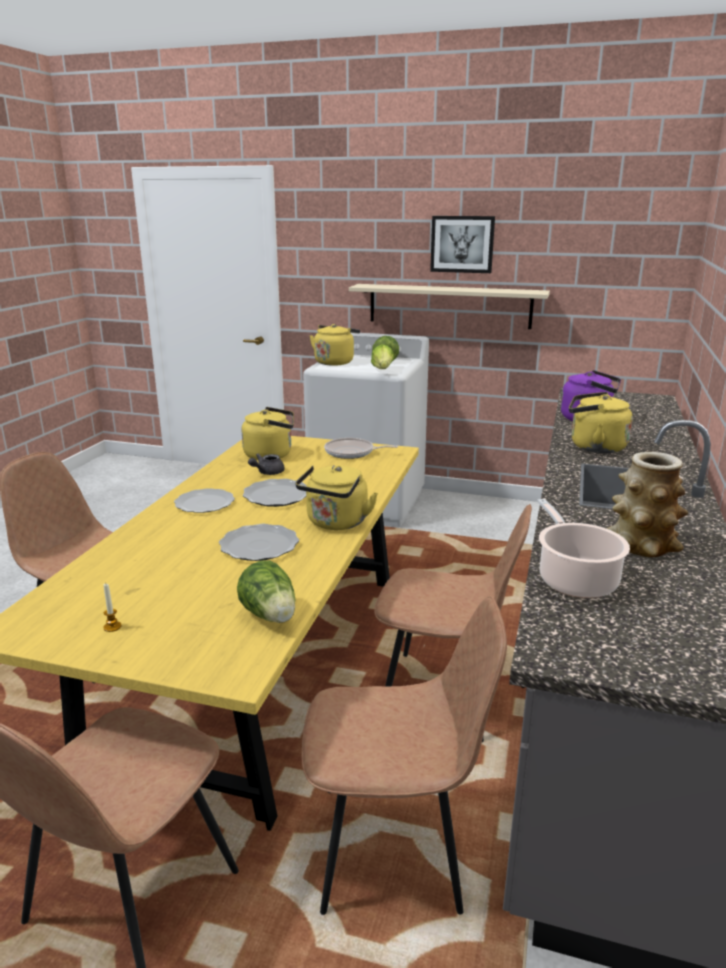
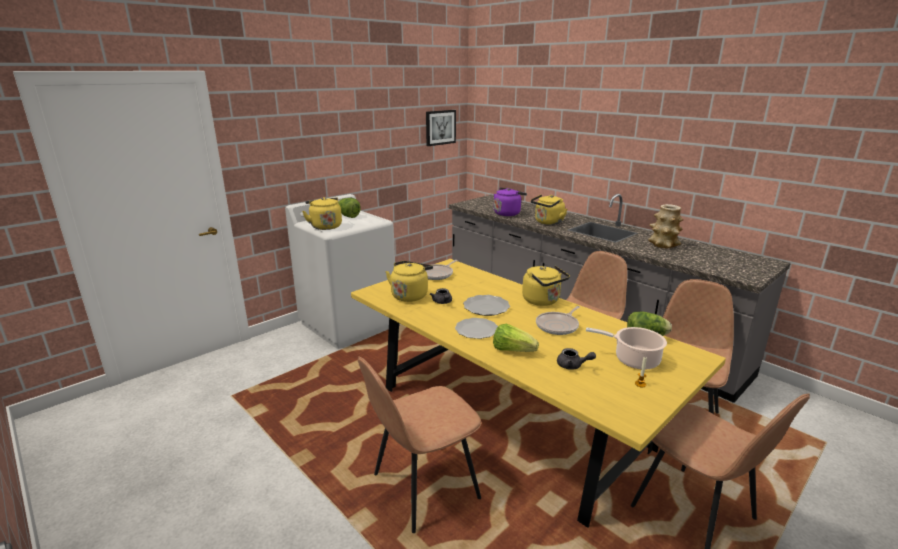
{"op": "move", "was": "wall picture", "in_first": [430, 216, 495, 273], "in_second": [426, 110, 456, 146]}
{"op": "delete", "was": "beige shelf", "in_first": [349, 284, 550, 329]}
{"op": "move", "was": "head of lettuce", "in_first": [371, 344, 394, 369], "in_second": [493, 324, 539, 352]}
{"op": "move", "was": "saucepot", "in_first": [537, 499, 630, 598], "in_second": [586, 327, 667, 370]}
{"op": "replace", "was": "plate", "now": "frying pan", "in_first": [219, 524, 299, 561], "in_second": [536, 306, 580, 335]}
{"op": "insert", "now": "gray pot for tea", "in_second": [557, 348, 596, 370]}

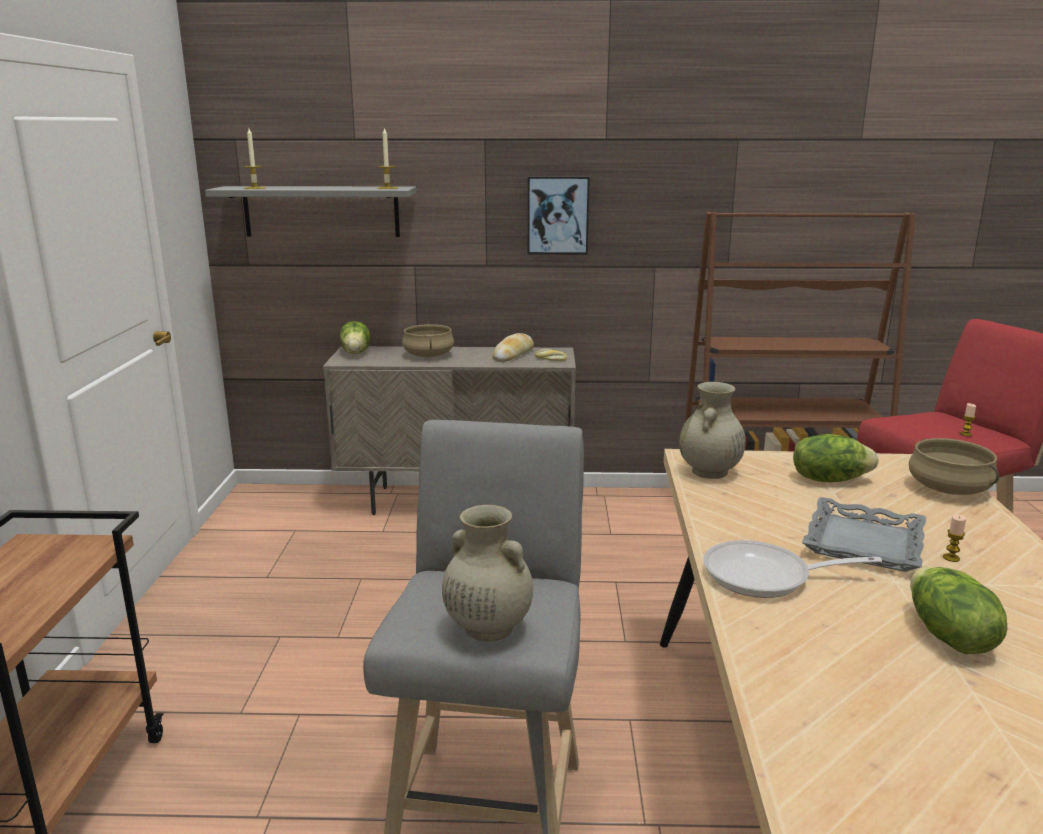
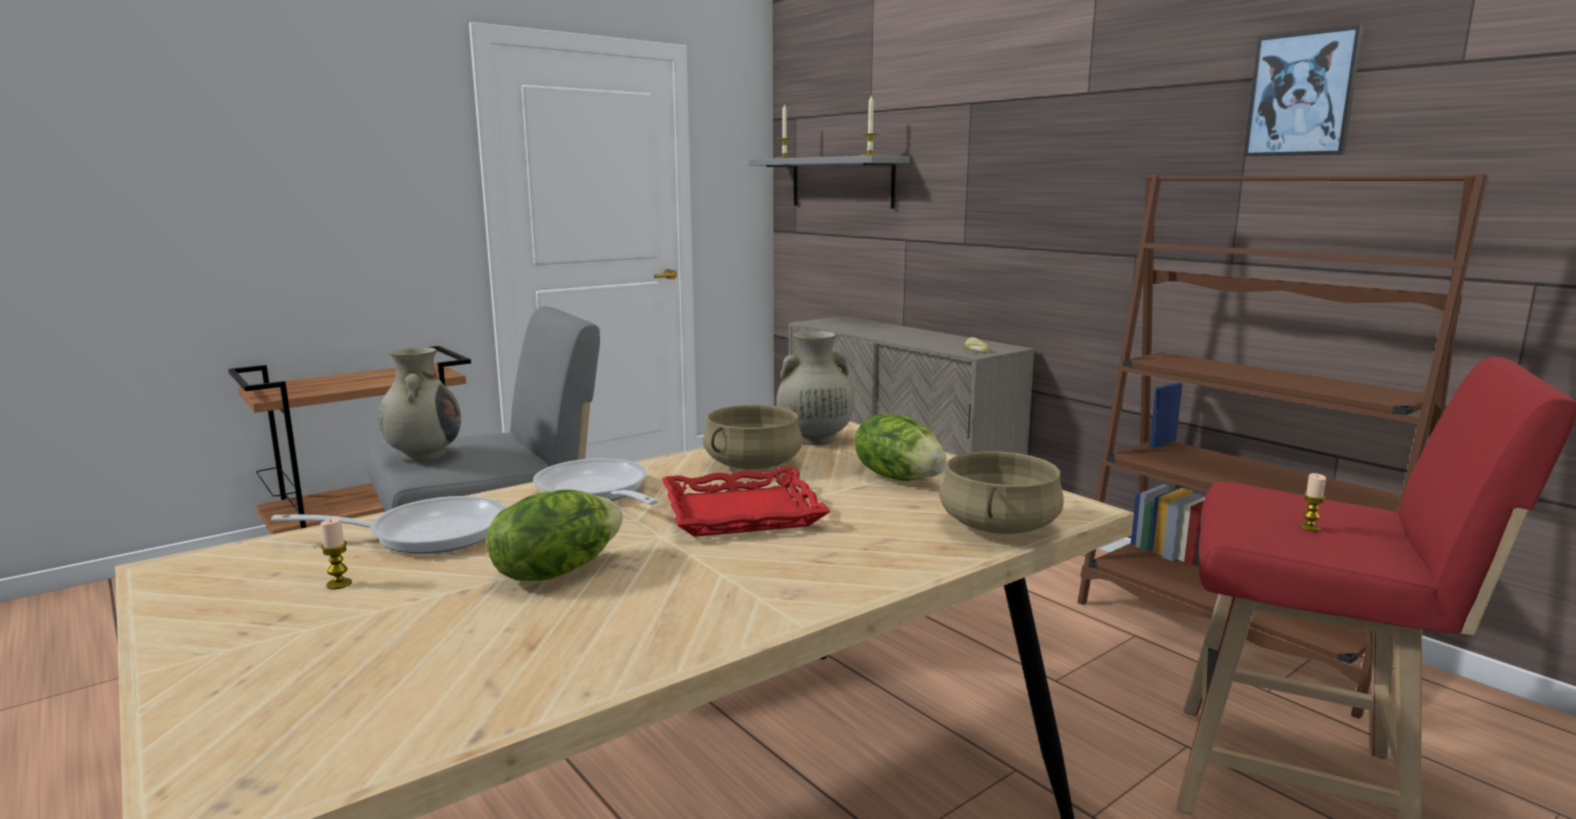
{"op": "move", "was": "wall picture", "in_first": [528, 176, 590, 255], "in_second": [1244, 25, 1363, 156]}
{"op": "delete", "was": "head of lettuce", "in_first": [340, 321, 370, 354]}
{"op": "move", "was": "beige saucepot", "in_first": [402, 324, 454, 357], "in_second": [703, 405, 803, 469]}
{"op": "delete", "was": "bread", "in_first": [492, 333, 534, 362]}
{"op": "recolor", "was": "gray serving tray", "now": "red serving tray", "in_first": [802, 497, 926, 572], "in_second": [662, 467, 831, 537]}
{"op": "move", "was": "wax candle", "in_first": [943, 514, 966, 562], "in_second": [320, 518, 352, 589]}
{"op": "insert", "now": "frying pan", "in_second": [271, 496, 506, 554]}

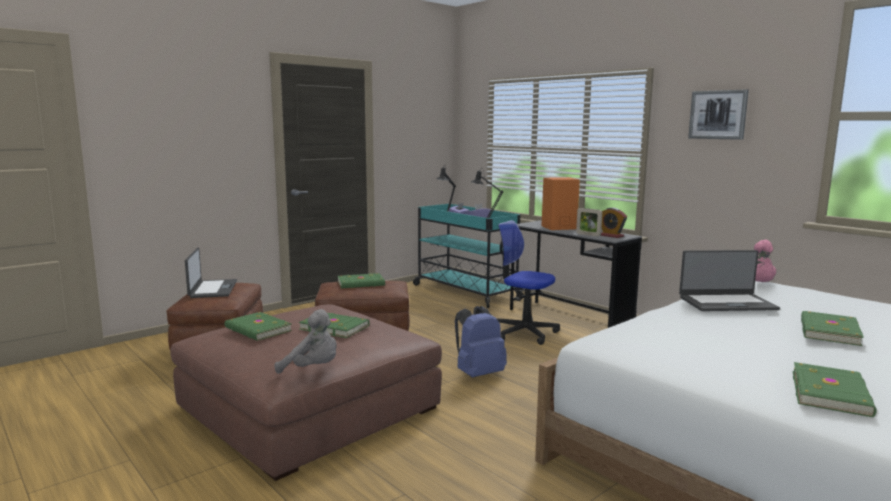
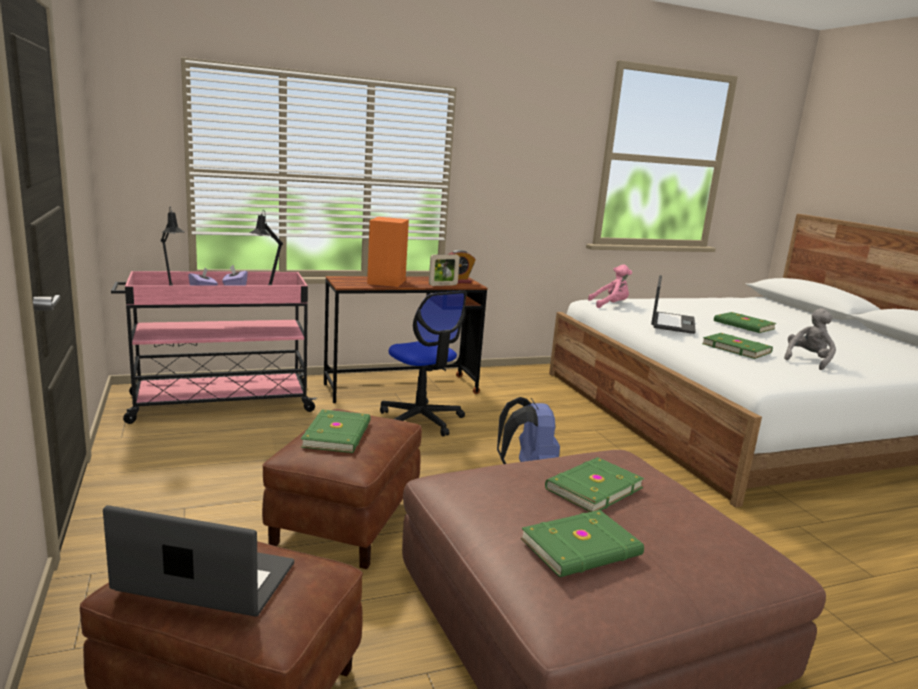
{"op": "delete", "was": "wall picture", "in_first": [688, 89, 749, 140]}
{"op": "recolor", "was": "blue-green trolley", "now": "pinkish trolley", "in_first": [413, 204, 525, 308], "in_second": [111, 271, 317, 424]}
{"op": "rotate", "was": "computer chair", "in_first": [497, 220, 560, 345], "in_second": [380, 291, 467, 436], "clockwise": -90}
{"op": "recolor", "was": "gray desk", "now": "brownish desk", "in_first": [510, 220, 642, 328], "in_second": [324, 276, 487, 403]}
{"op": "move", "was": "gray soft toy", "in_first": [275, 309, 337, 374], "in_second": [784, 308, 836, 370]}
{"op": "move", "was": "greenish book", "in_first": [793, 362, 877, 417], "in_second": [702, 333, 773, 359]}

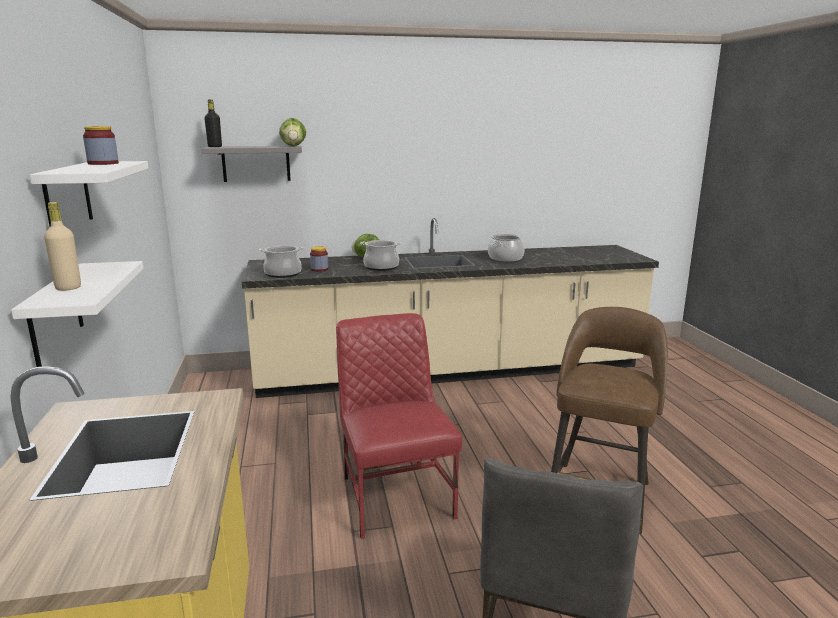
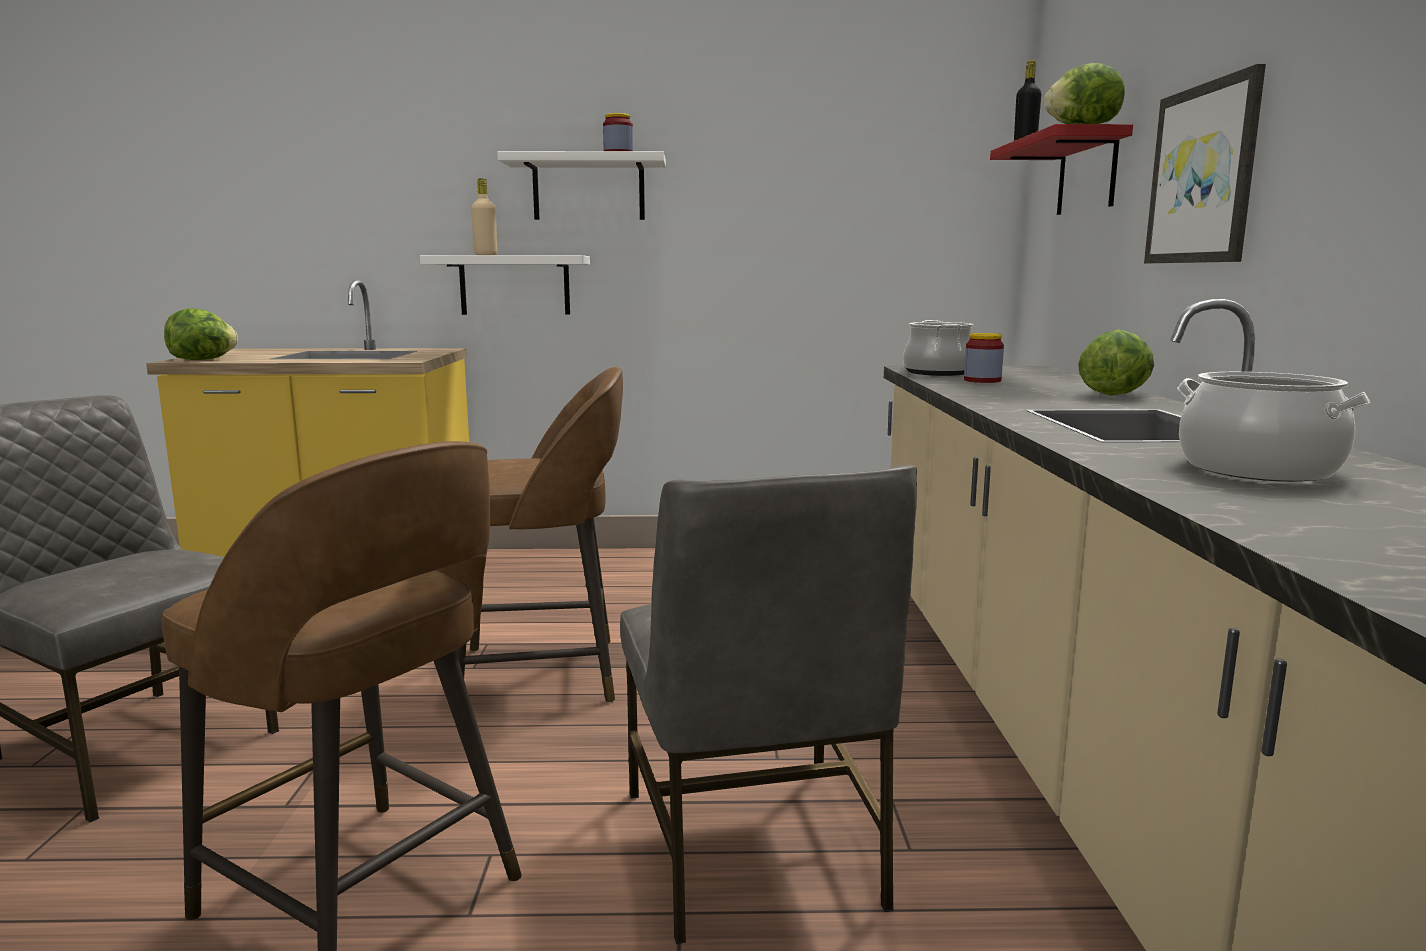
{"op": "recolor", "was": "gray shelf", "now": "red shelf", "in_first": [202, 146, 302, 182], "in_second": [990, 124, 1133, 215]}
{"op": "delete", "was": "saucepot", "in_first": [360, 240, 402, 271]}
{"op": "replace", "was": "red upright chair", "now": "brownish sitting stool", "in_first": [336, 313, 462, 539], "in_second": [456, 367, 623, 703]}
{"op": "insert", "now": "wall picture", "in_second": [1144, 64, 1266, 263]}
{"op": "insert", "now": "head of lettuce", "in_second": [164, 308, 238, 360]}
{"op": "insert", "now": "gray upright chair", "in_second": [620, 465, 917, 944]}

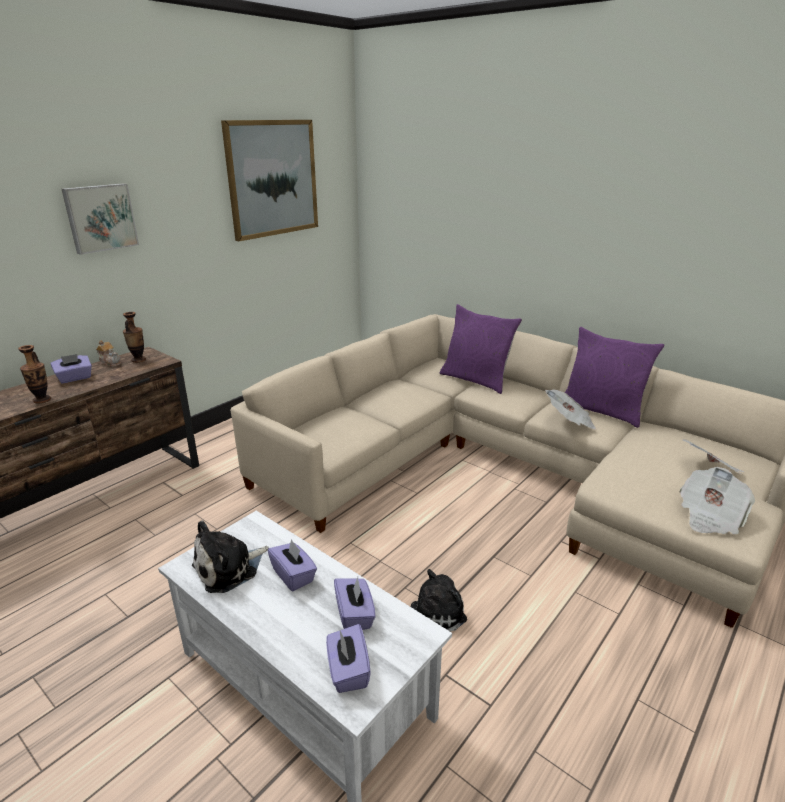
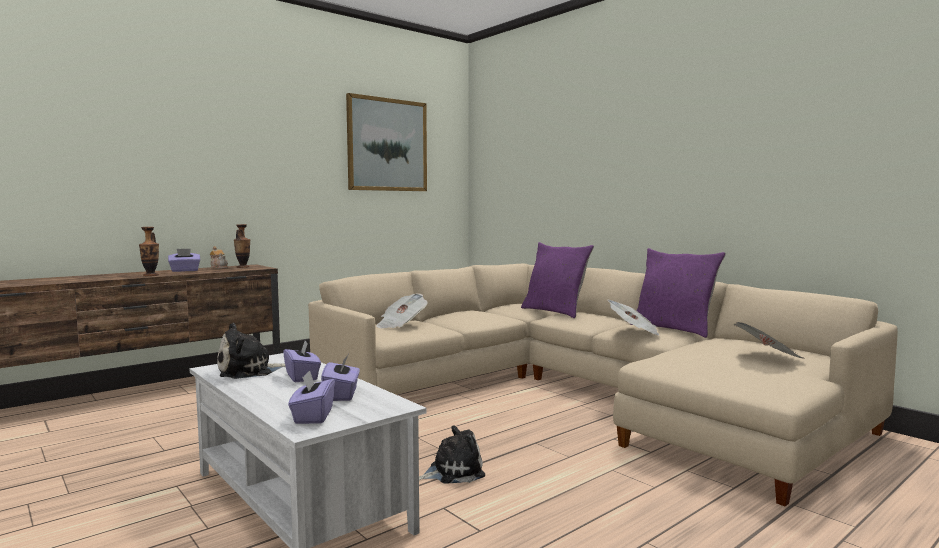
{"op": "delete", "was": "wall picture", "in_first": [62, 183, 139, 255]}
{"op": "move", "was": "printed paper", "in_first": [679, 467, 755, 535], "in_second": [376, 293, 428, 328]}

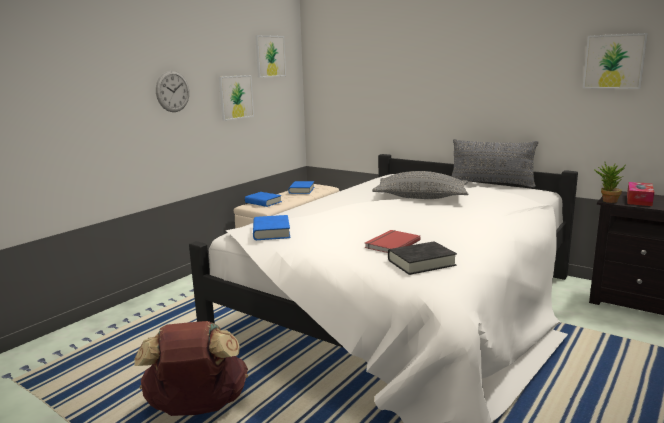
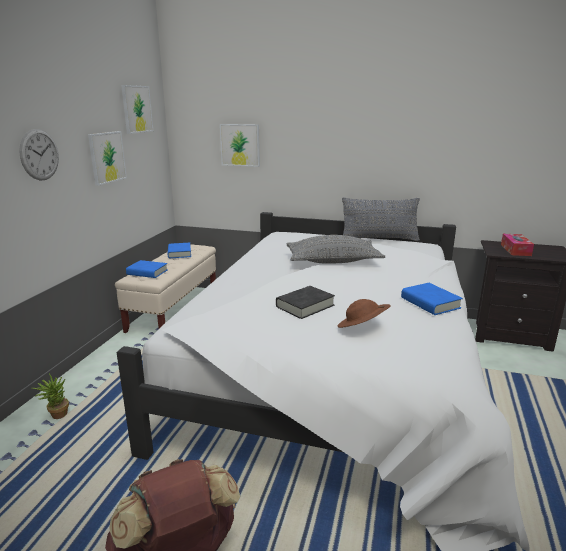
{"op": "move", "was": "wall picture", "in_first": [583, 33, 648, 89], "in_second": [220, 124, 260, 167]}
{"op": "move", "was": "potted plant", "in_first": [594, 161, 625, 203], "in_second": [32, 373, 69, 419]}
{"op": "move", "was": "blue-coloured book", "in_first": [253, 215, 290, 240], "in_second": [401, 283, 463, 315]}
{"op": "replace", "was": "red book", "now": "brownish wearable hat", "in_first": [365, 230, 421, 253], "in_second": [338, 299, 391, 328]}
{"op": "move", "was": "black book", "in_first": [388, 241, 457, 275], "in_second": [276, 286, 335, 319]}

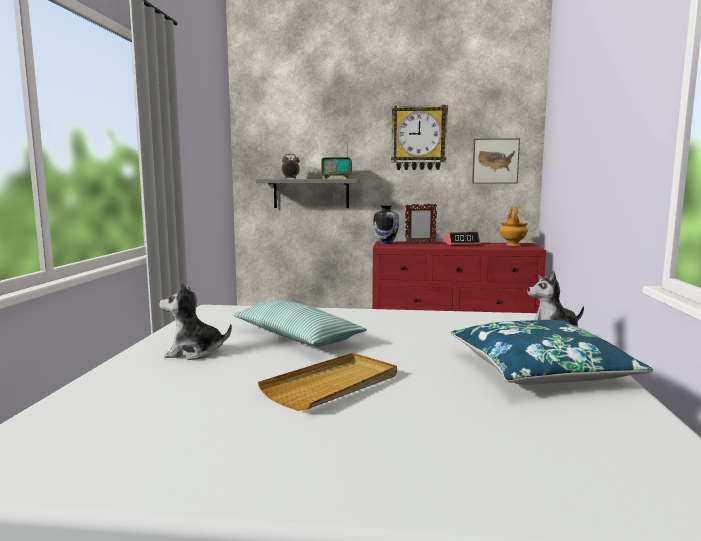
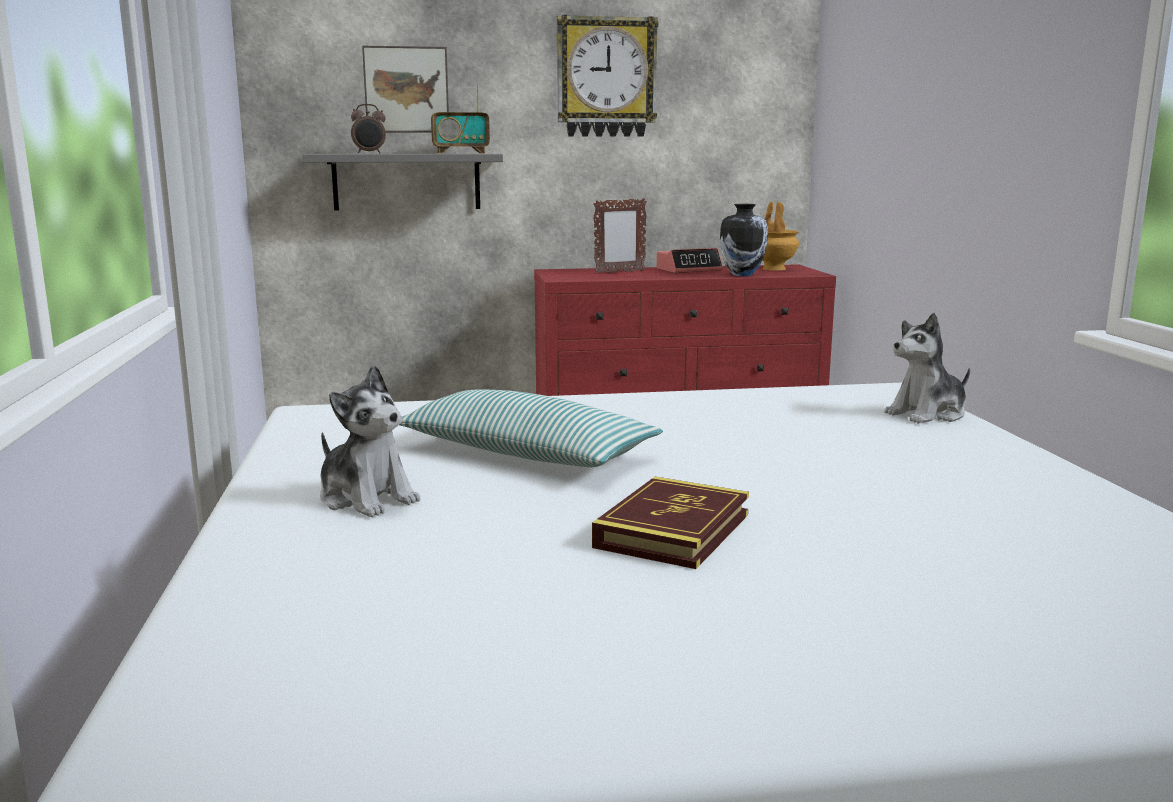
{"op": "move", "was": "wall picture", "in_first": [472, 138, 520, 184], "in_second": [362, 46, 449, 132]}
{"op": "move", "was": "vase", "in_first": [373, 205, 399, 244], "in_second": [720, 204, 768, 276]}
{"op": "rotate", "was": "soft toy", "in_first": [159, 283, 232, 360], "in_second": [320, 365, 421, 517], "clockwise": -120}
{"op": "delete", "was": "blue-coloured pillow", "in_first": [451, 320, 653, 385]}
{"op": "replace", "was": "beige serving tray", "now": "book", "in_first": [258, 353, 397, 411], "in_second": [592, 477, 749, 569]}

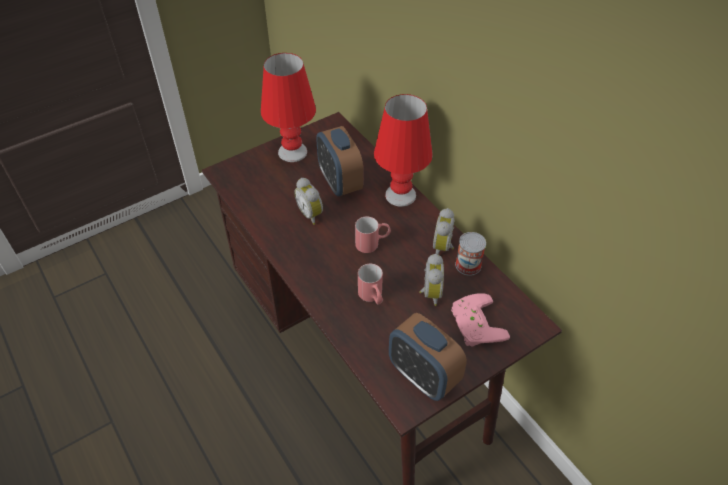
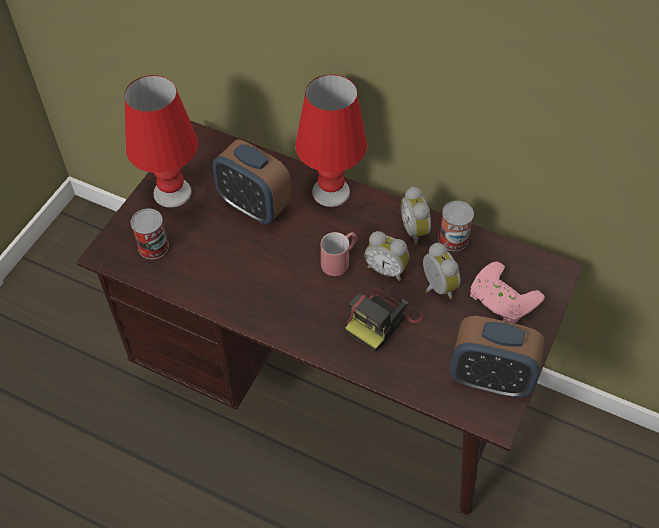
{"op": "move", "was": "alarm clock", "in_first": [294, 178, 323, 225], "in_second": [364, 231, 410, 281]}
{"op": "replace", "was": "red coffee mug", "now": "still camera", "in_first": [358, 264, 383, 305], "in_second": [345, 289, 423, 352]}
{"op": "insert", "now": "metal can", "in_second": [131, 209, 169, 259]}

